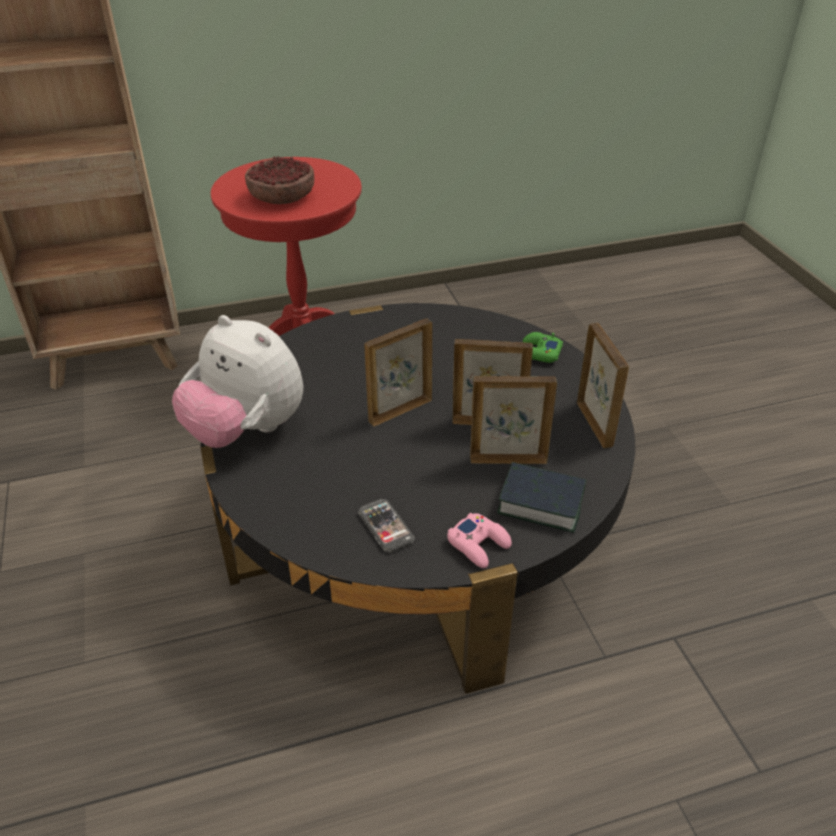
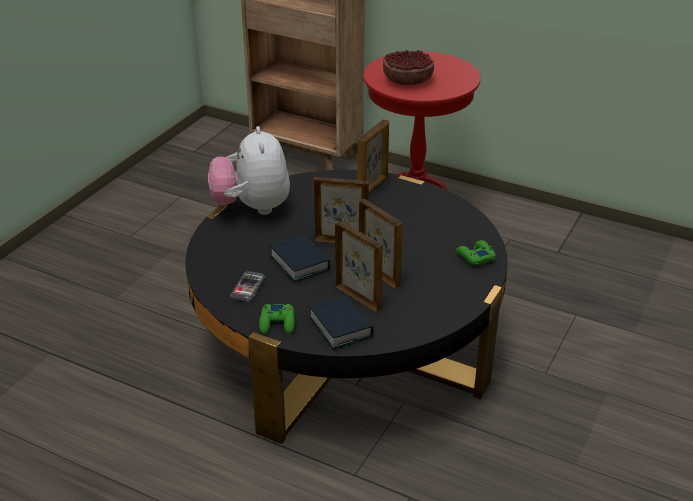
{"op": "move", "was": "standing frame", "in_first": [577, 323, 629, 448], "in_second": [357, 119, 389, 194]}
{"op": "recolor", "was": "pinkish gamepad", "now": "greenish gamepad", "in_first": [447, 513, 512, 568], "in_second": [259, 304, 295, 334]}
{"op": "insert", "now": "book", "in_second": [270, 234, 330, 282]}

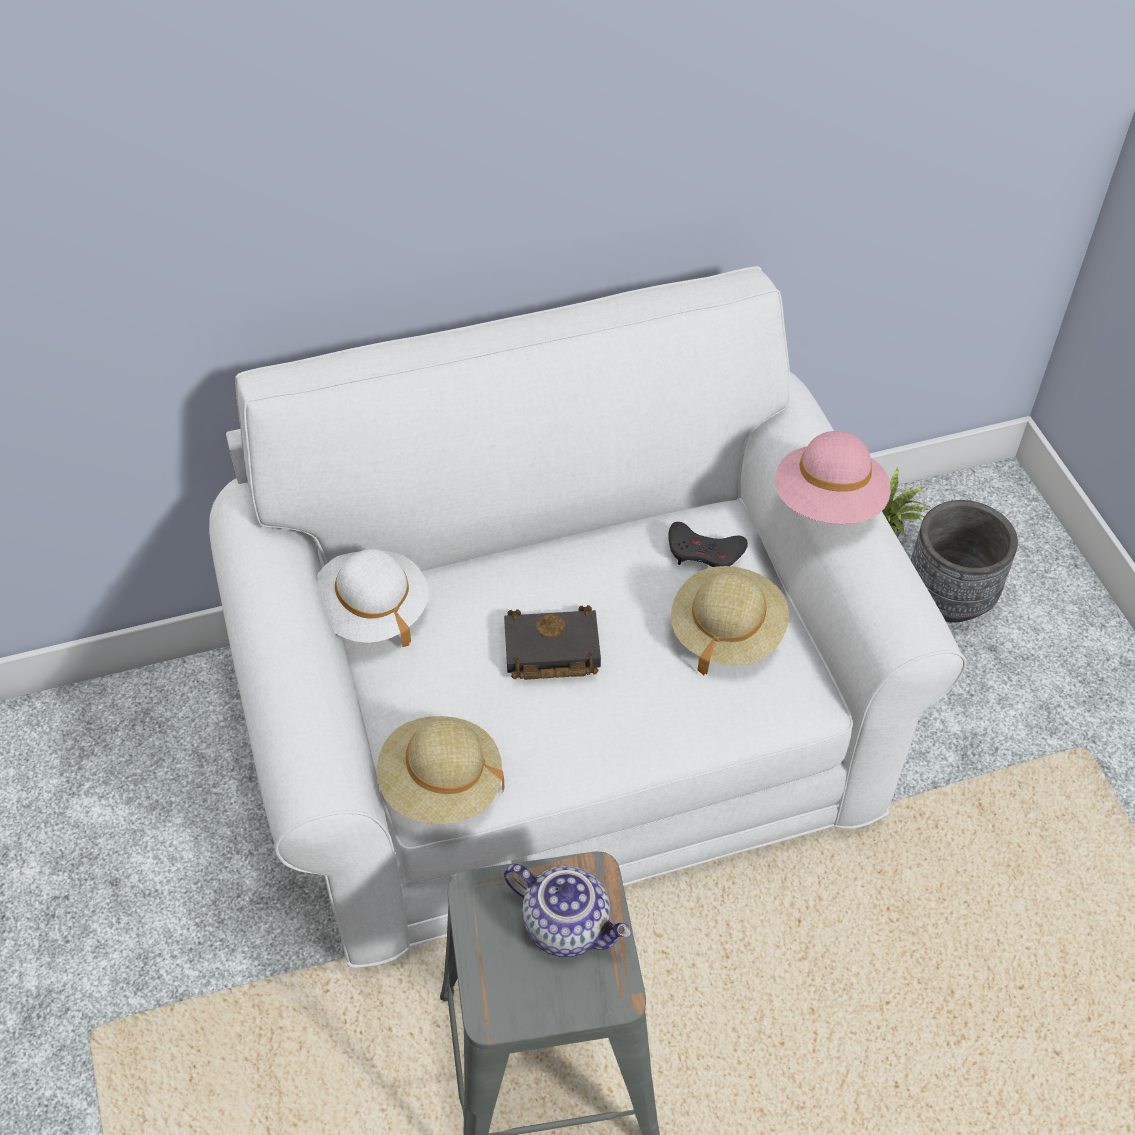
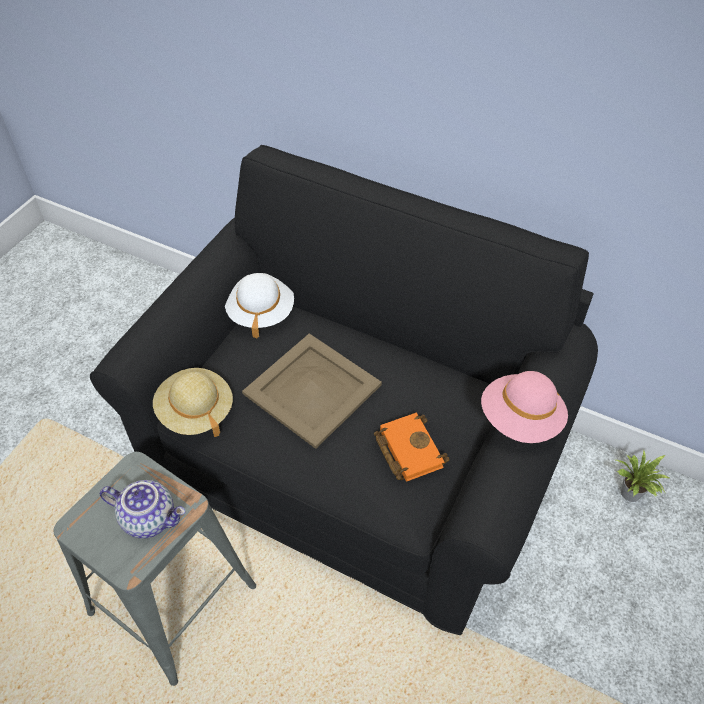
{"op": "recolor", "was": "white sofa", "now": "black sofa", "in_first": [209, 266, 966, 968], "in_second": [90, 145, 598, 635]}
{"op": "delete", "was": "gray plant pot", "in_first": [911, 500, 1018, 623]}
{"op": "delete", "was": "gray gamepad", "in_first": [669, 522, 748, 567]}
{"op": "replace", "was": "beige wearable hat", "now": "orange-coloured book", "in_first": [671, 566, 789, 675], "in_second": [374, 412, 450, 482]}
{"op": "replace", "was": "black book", "now": "beige serving tray", "in_first": [504, 605, 601, 680], "in_second": [242, 333, 382, 449]}
{"op": "rotate", "was": "pot for tea", "in_first": [504, 864, 631, 957], "in_second": [100, 480, 185, 538], "clockwise": -60}

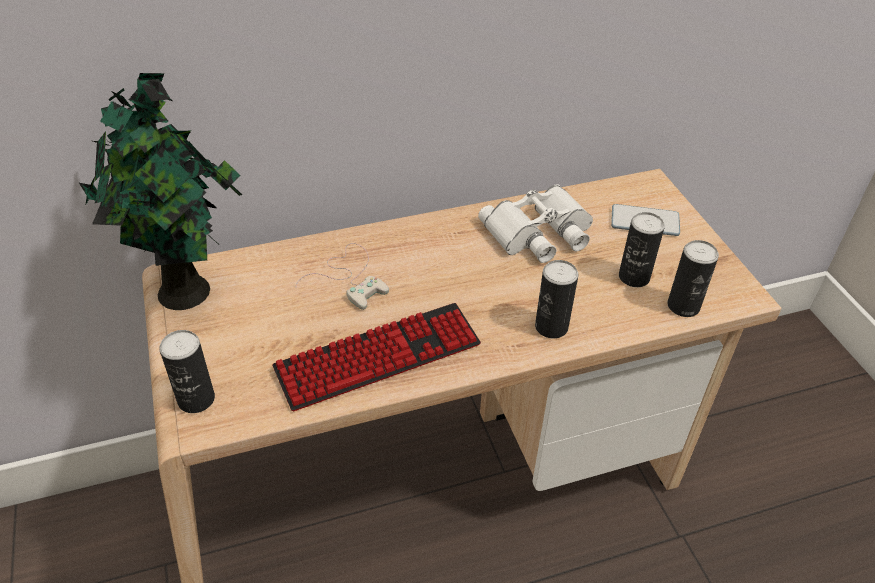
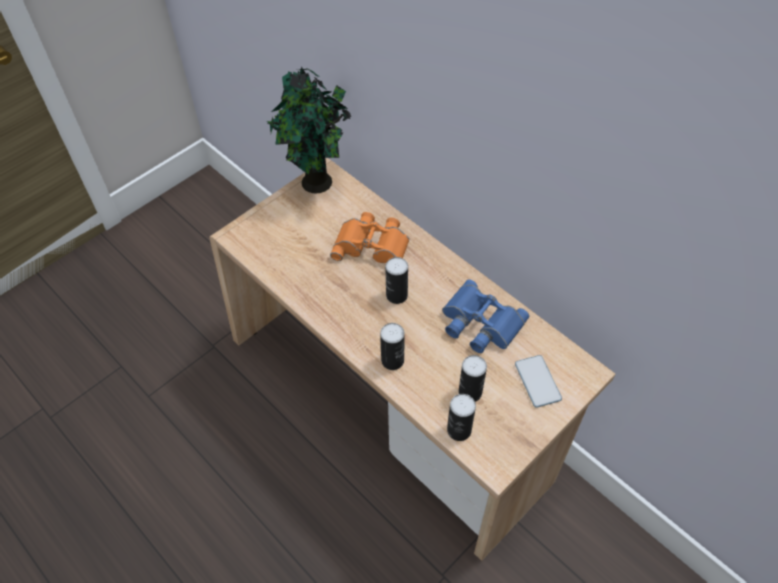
{"op": "recolor", "was": "white pair of binoculars", "now": "blue-coloured pair of binoculars", "in_first": [478, 184, 593, 263], "in_second": [442, 279, 529, 353]}
{"op": "replace", "was": "white gamepad", "now": "orange-coloured pair of binoculars", "in_first": [296, 243, 389, 310], "in_second": [330, 212, 409, 263]}
{"op": "delete", "was": "computer keyboard", "in_first": [272, 303, 481, 411]}
{"op": "move", "was": "metal can", "in_first": [159, 330, 215, 413], "in_second": [385, 257, 408, 304]}

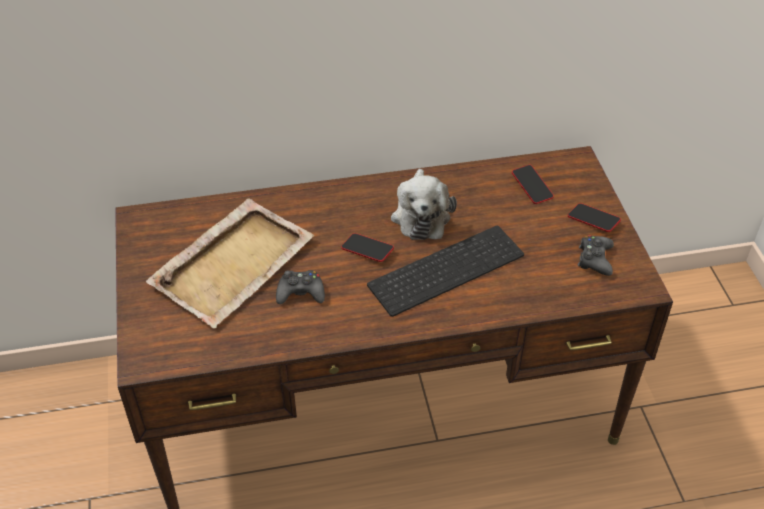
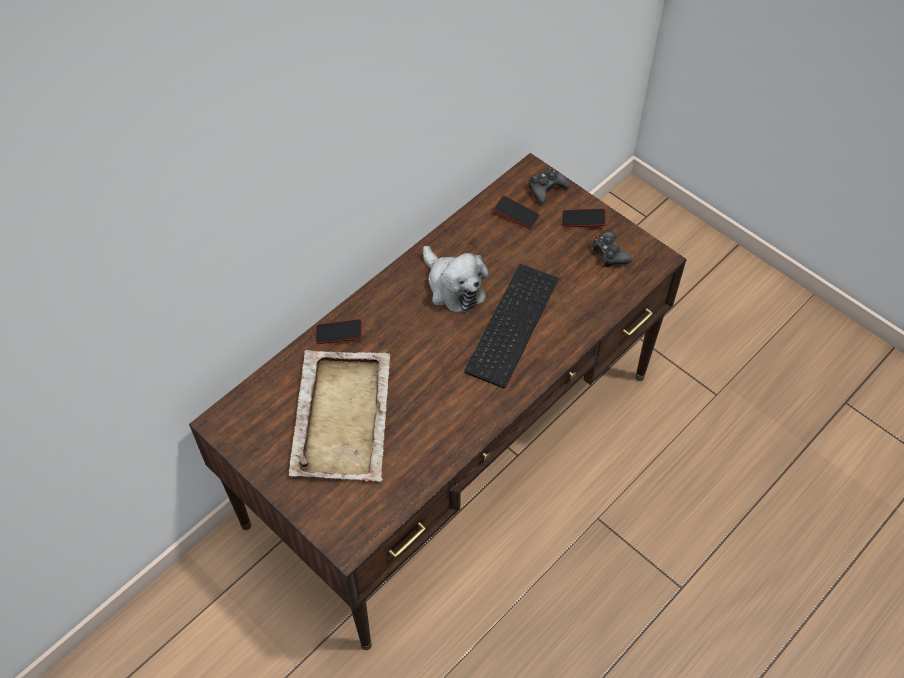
{"op": "move", "was": "handset", "in_first": [341, 233, 394, 262], "in_second": [316, 319, 362, 344]}
{"op": "move", "was": "black gamepad", "in_first": [276, 270, 325, 304], "in_second": [529, 168, 570, 204]}

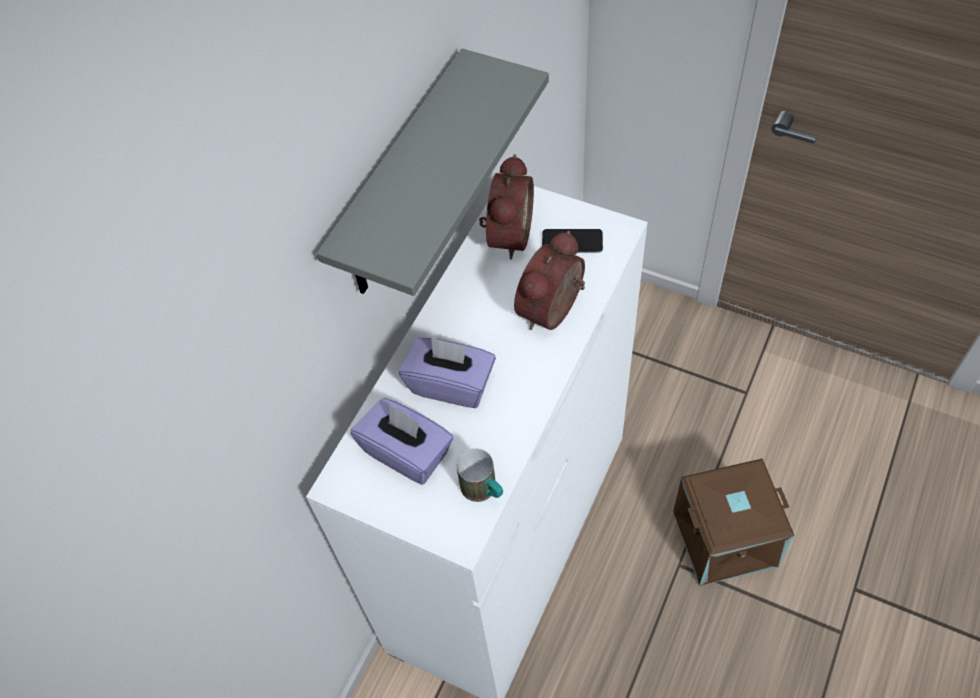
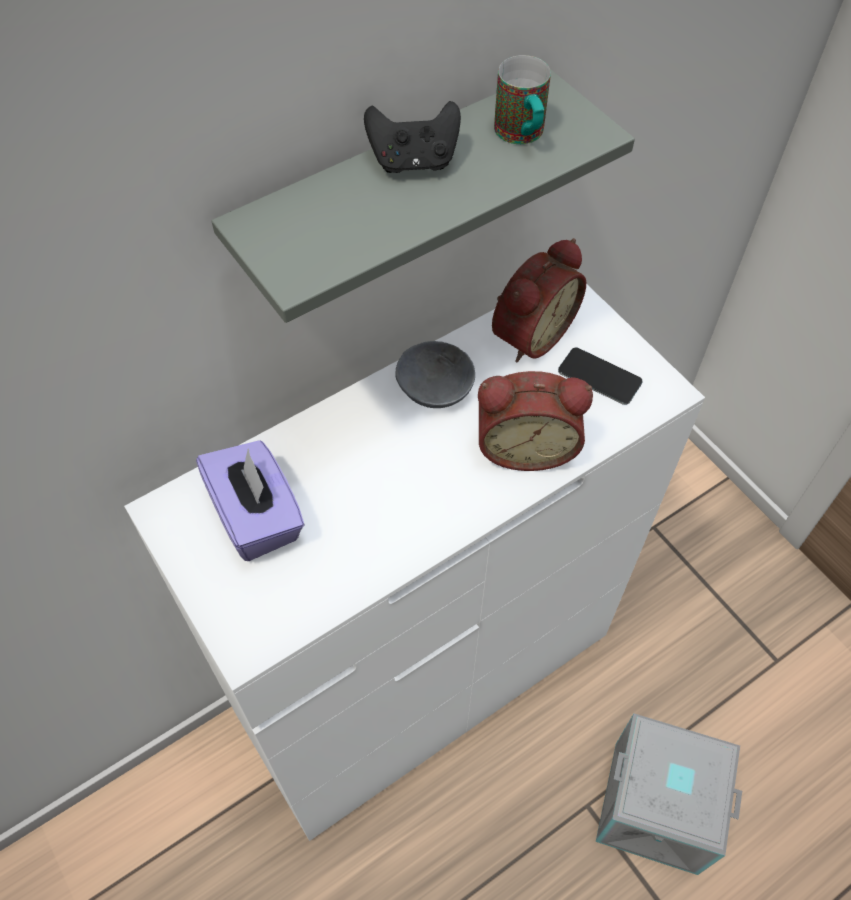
{"op": "rotate", "was": "alarm clock", "in_first": [514, 231, 585, 330], "in_second": [478, 371, 593, 471], "clockwise": -150}
{"op": "delete", "was": "purple tissue holder", "in_first": [399, 336, 496, 408]}
{"op": "move", "was": "coffee mug", "in_first": [456, 449, 503, 502], "in_second": [494, 55, 551, 144]}
{"op": "recolor", "was": "brownish storage bin", "now": "gray storage bin", "in_first": [673, 458, 795, 586], "in_second": [596, 714, 742, 875]}
{"op": "insert", "now": "black gamepad", "in_second": [364, 101, 461, 173]}
{"op": "insert", "now": "gray bowl", "in_second": [395, 341, 475, 408]}

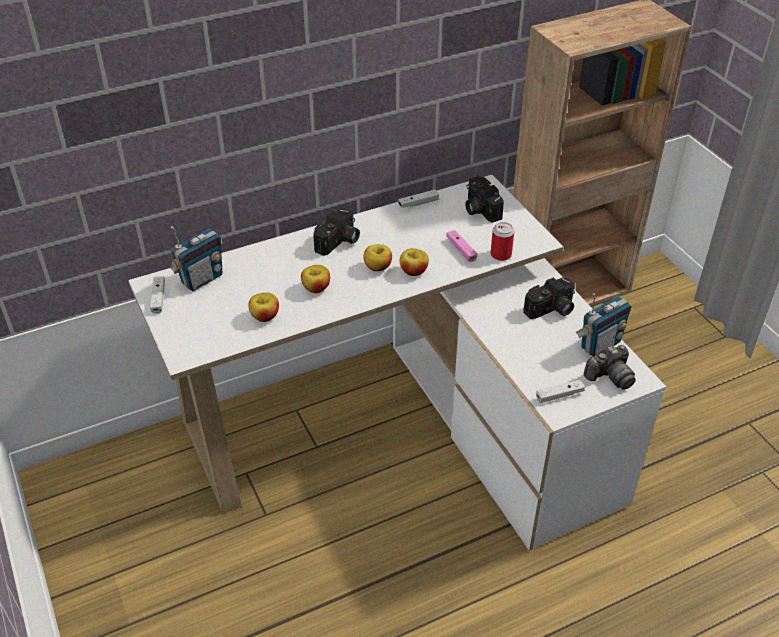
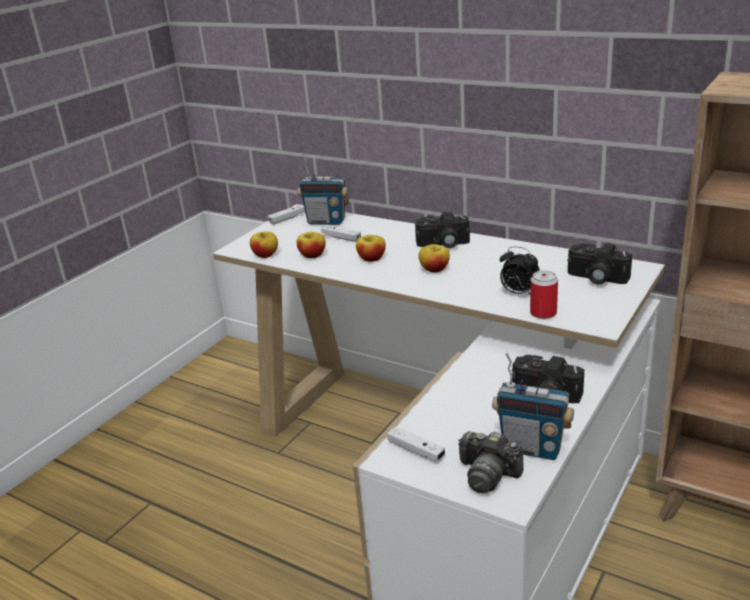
{"op": "rotate", "was": "still camera", "in_first": [465, 176, 504, 223], "in_second": [568, 243, 632, 285], "clockwise": -90}
{"op": "move", "was": "white gamepad", "in_first": [398, 190, 439, 208], "in_second": [321, 225, 361, 242]}
{"op": "replace", "was": "pinkish gamepad", "now": "alarm clock", "in_first": [446, 230, 477, 262], "in_second": [500, 246, 540, 295]}
{"op": "move", "was": "apple fruit", "in_first": [400, 248, 429, 276], "in_second": [250, 231, 278, 258]}

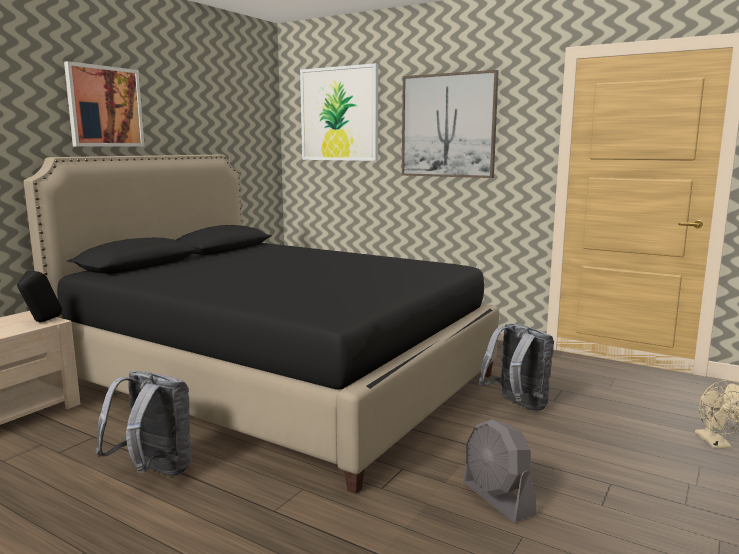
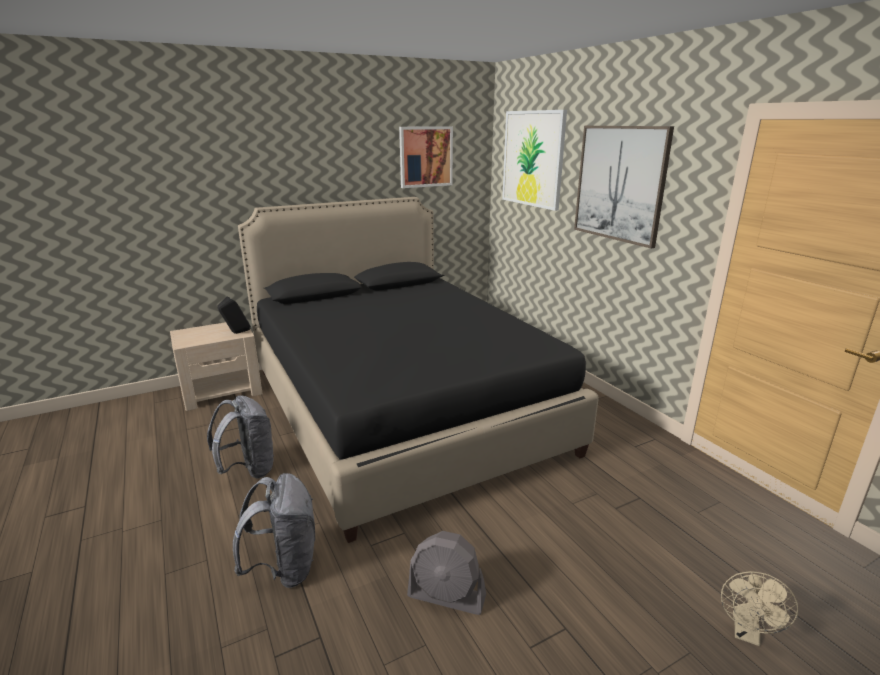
{"op": "move", "was": "wall picture", "in_first": [64, 61, 144, 147], "in_second": [399, 126, 453, 188]}
{"op": "move", "was": "gray backpack", "in_first": [479, 324, 554, 411], "in_second": [233, 473, 315, 588]}
{"op": "rotate", "was": "gray fan", "in_first": [463, 419, 537, 522], "in_second": [407, 531, 486, 615], "clockwise": -75}

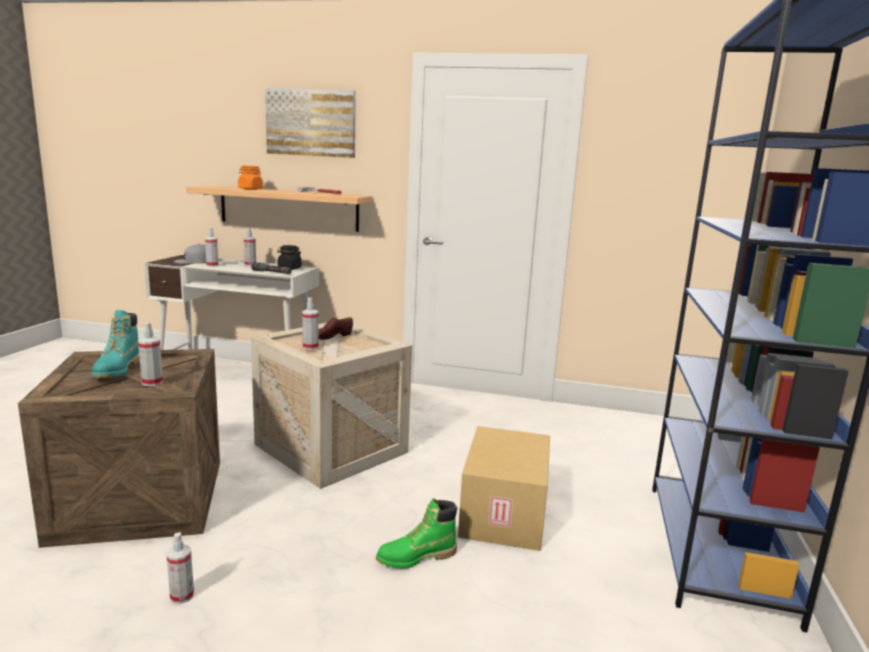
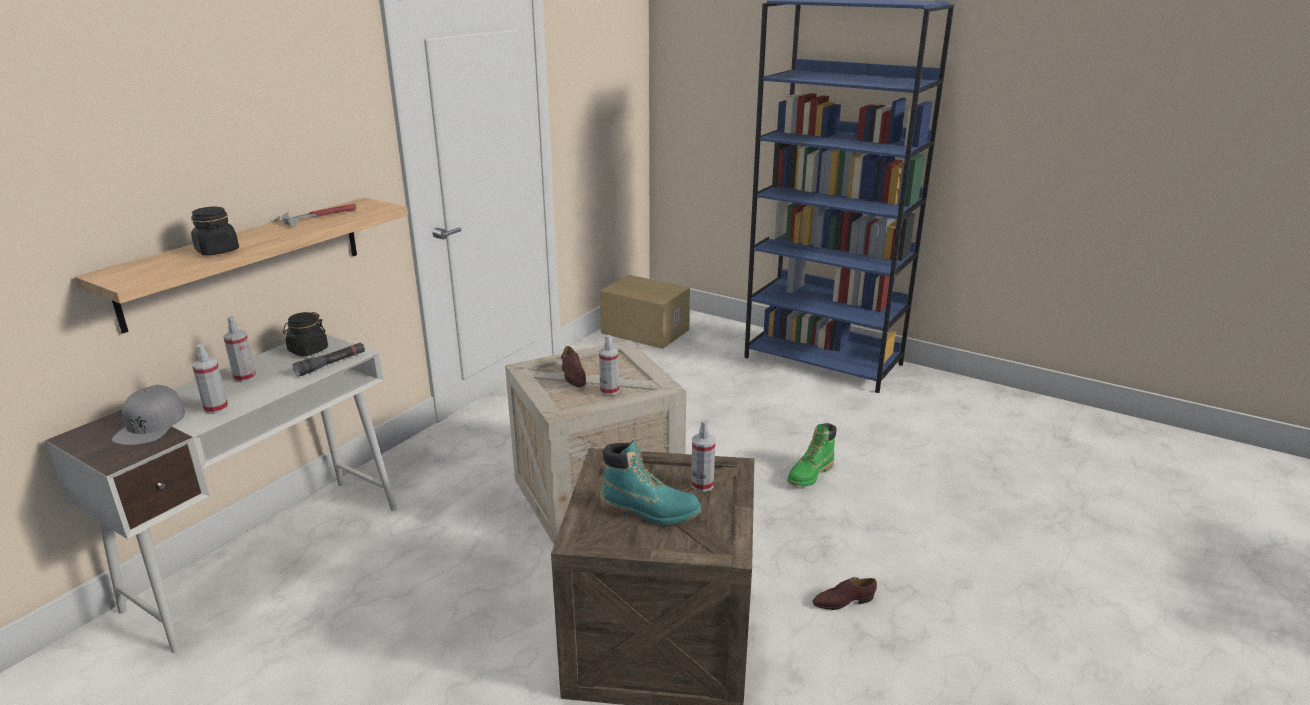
{"op": "delete", "was": "wall picture", "in_first": [265, 88, 356, 158]}
{"op": "recolor", "was": "orange-coloured preserve jar", "now": "black preserve jar", "in_first": [238, 166, 263, 190], "in_second": [191, 207, 239, 255]}
{"op": "move", "was": "cardboard box", "in_first": [458, 426, 550, 551], "in_second": [600, 275, 690, 349]}
{"op": "rotate", "was": "greenish boot", "in_first": [376, 498, 457, 569], "in_second": [787, 423, 837, 487], "clockwise": 45}
{"op": "replace", "was": "spray bottle", "now": "brownish low shoe", "in_first": [167, 532, 194, 604], "in_second": [813, 577, 877, 610]}

